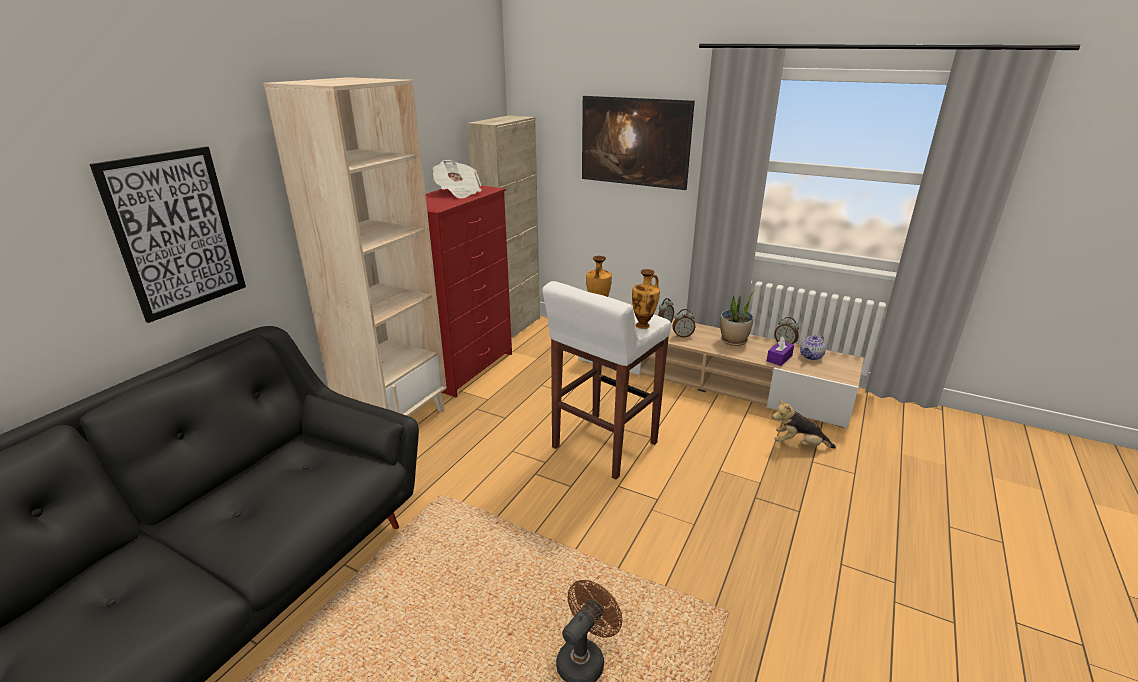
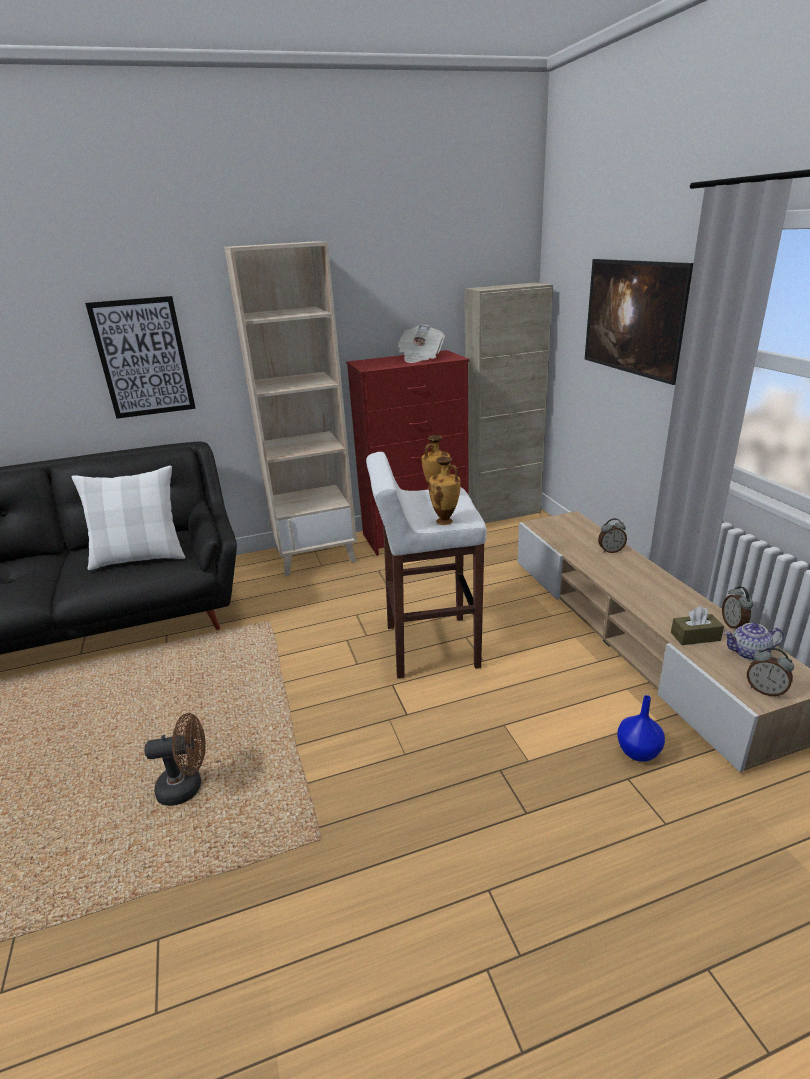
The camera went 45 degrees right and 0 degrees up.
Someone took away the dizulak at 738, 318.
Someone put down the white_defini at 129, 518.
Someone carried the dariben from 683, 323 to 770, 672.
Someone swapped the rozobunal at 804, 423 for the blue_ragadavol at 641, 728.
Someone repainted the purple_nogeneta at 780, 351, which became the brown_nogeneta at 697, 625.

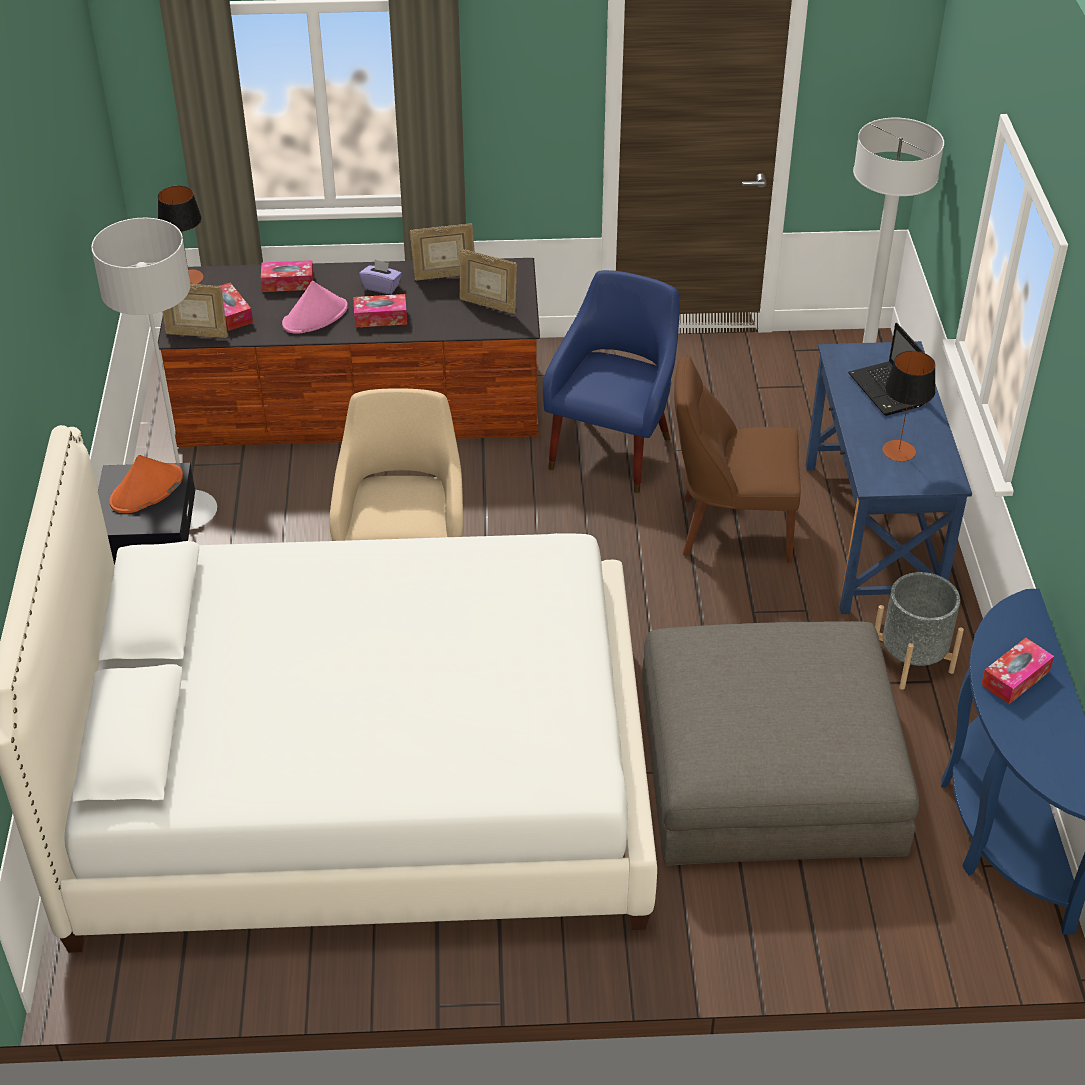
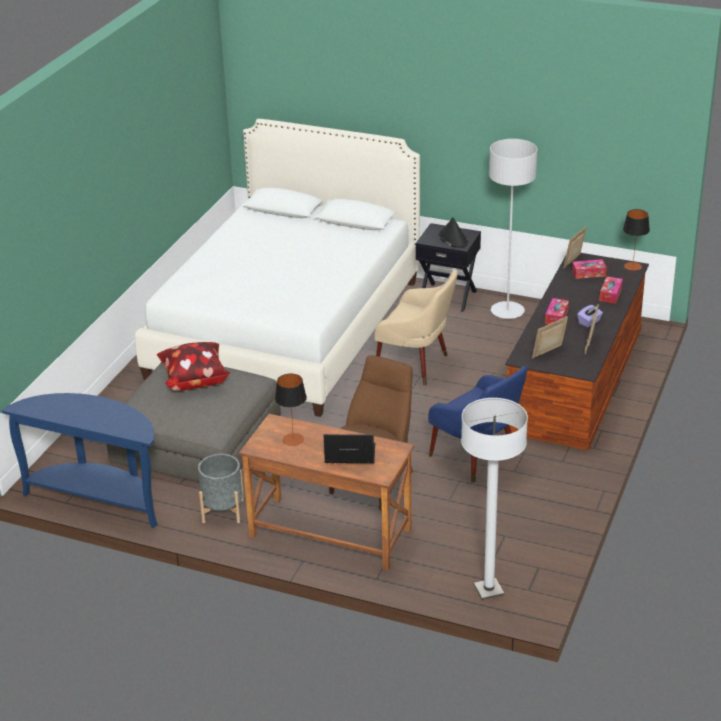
The camera went 115 degrees right and 10 degrees down.
Someone took away the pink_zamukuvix at 315, 307.
Someone took away the nogeneta at 1017, 671.
Someone put down the defini at 193, 366.
Someone repainted the orange_zamukuvix at 146, 484, which became the black_zamukuvix at 453, 233.
Someone repainted the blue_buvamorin at 889, 477, which became the brown_buvamorin at 326, 492.

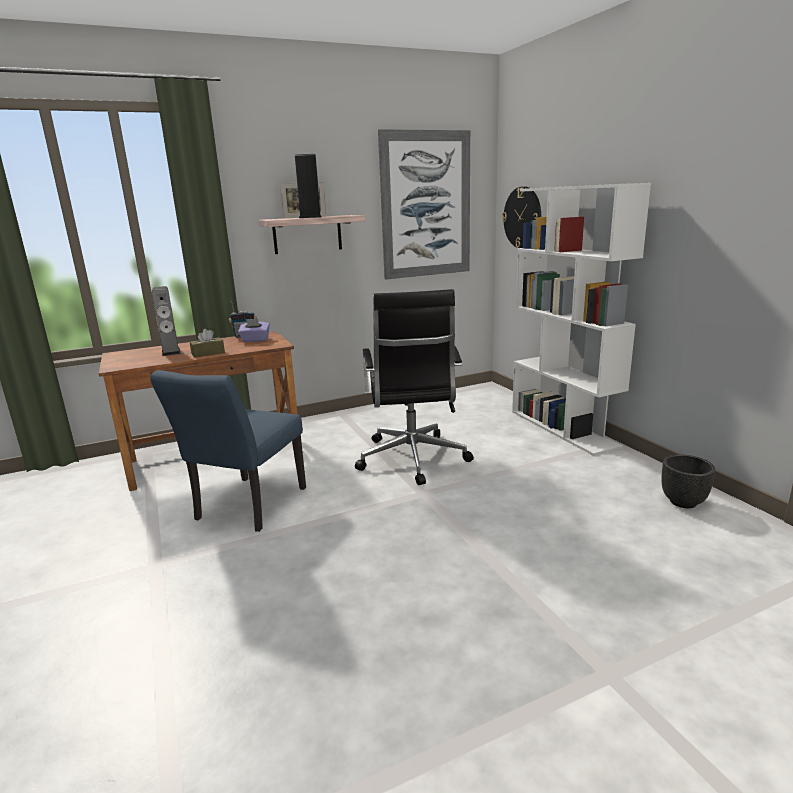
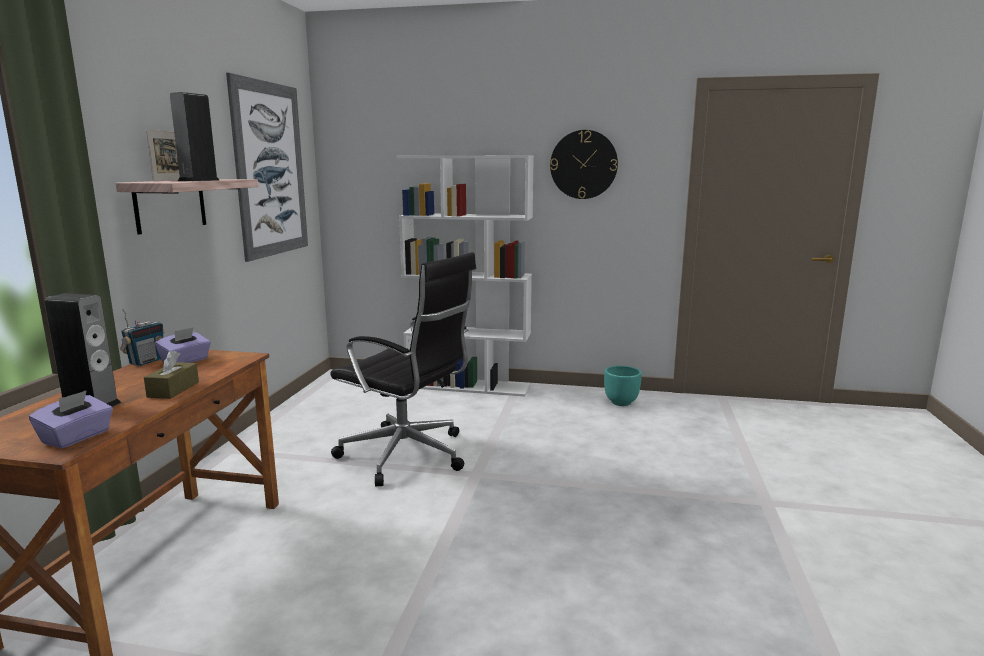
The camera went 55 degrees left and 5 degrees down.
Someone took away the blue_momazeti at 228, 451.
Someone put down the purple_nogeneta at 71, 419.
Someone carried the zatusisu from 521, 217 to 584, 164.
Someone repainted the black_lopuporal at 688, 481, which became the turquoise_lopuporal at 623, 385.

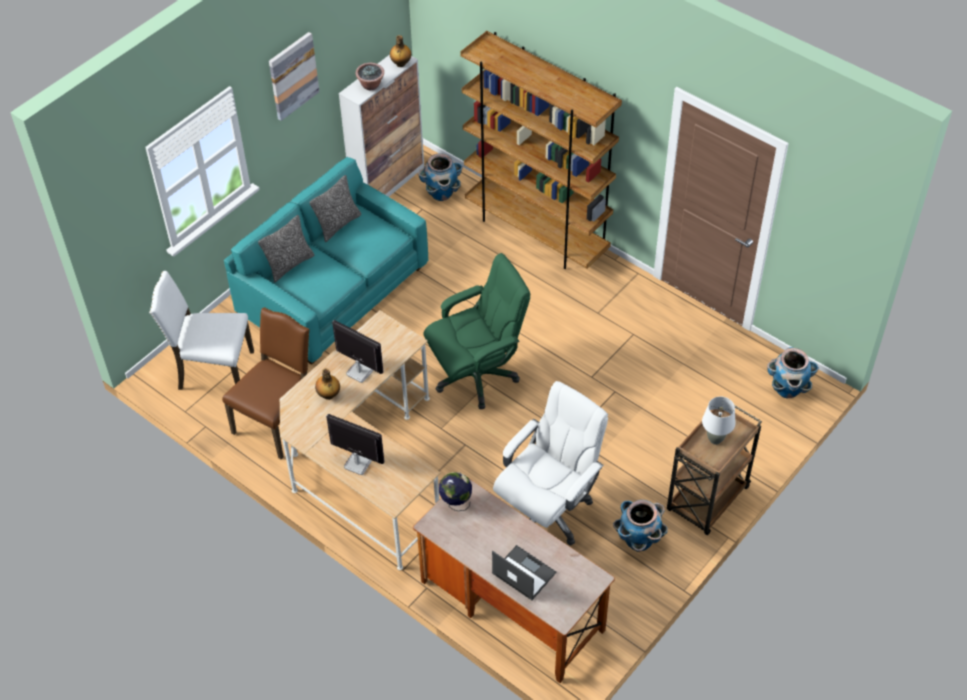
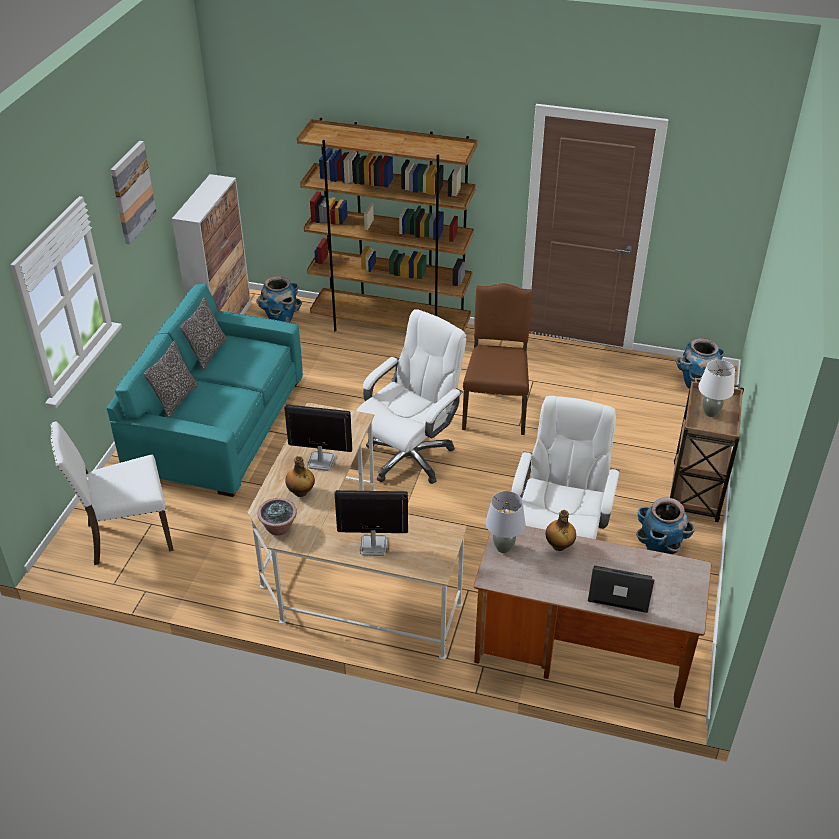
The camera went 25 degrees left and 10 degrees down.
Someone carried the brown_momazeti from 266, 383 to 497, 359.
Someone carried the dizulak from 370, 76 to 277, 517.
Someone carried the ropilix from 400, 51 to 560, 530.
Someone swapped the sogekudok at 455, 491 for the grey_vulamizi at 505, 522.
Someone repainted the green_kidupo at 477, 331, which became the white_kidupo at 411, 396.

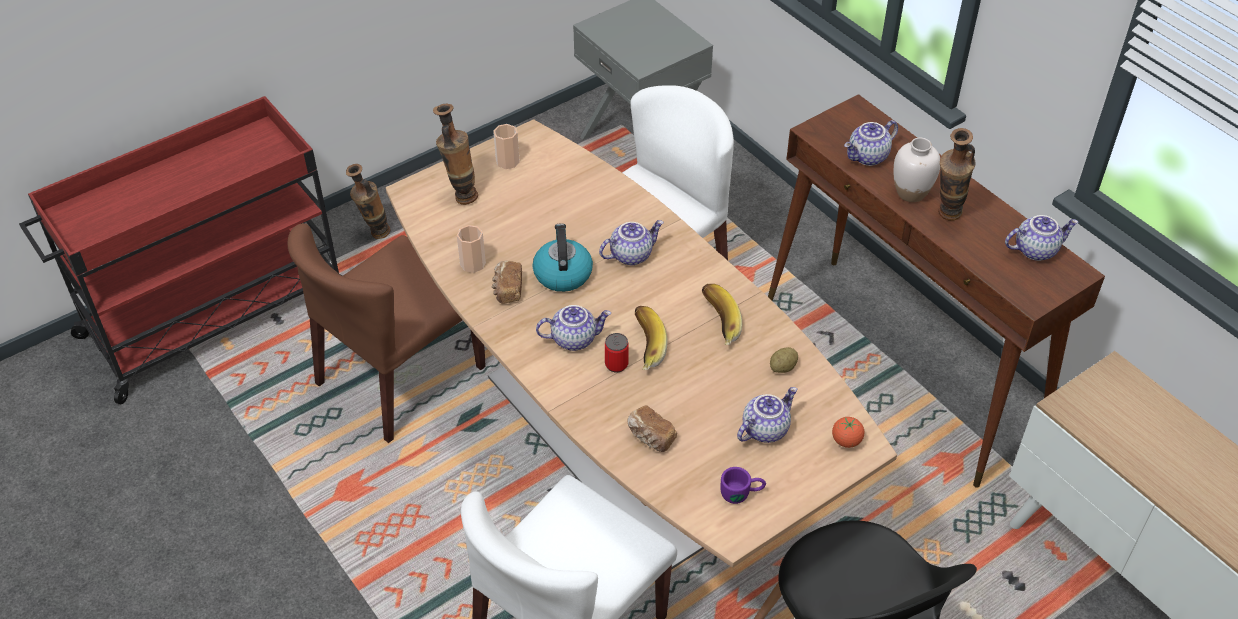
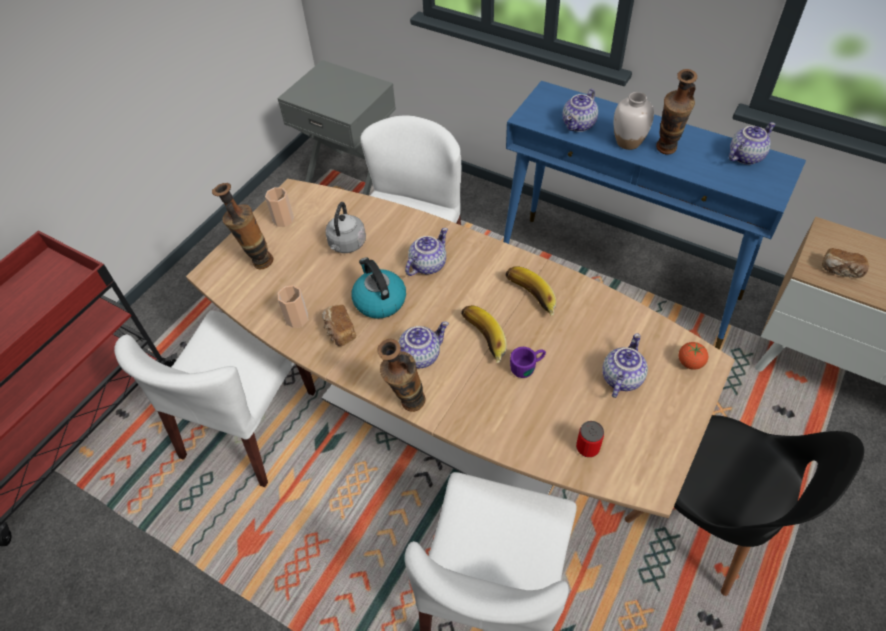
The camera went 20 degrees left and 5 degrees up.
Someone took away the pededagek at 784, 360.
Someone put down the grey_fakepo at 345, 227.
Someone carried the ragadavol from 368, 201 to 401, 375.
Someone carried the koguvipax from 617, 353 to 590, 439.
Someone carried the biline from 652, 429 to 845, 263.
Someone carried the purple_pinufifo from 743, 485 to 528, 362.
Someone repainted the brown_momazeti at 387, 333, which became the white_momazeti at 215, 398.
Someone repainted the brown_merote at 936, 291, which became the blue_merote at 654, 215.

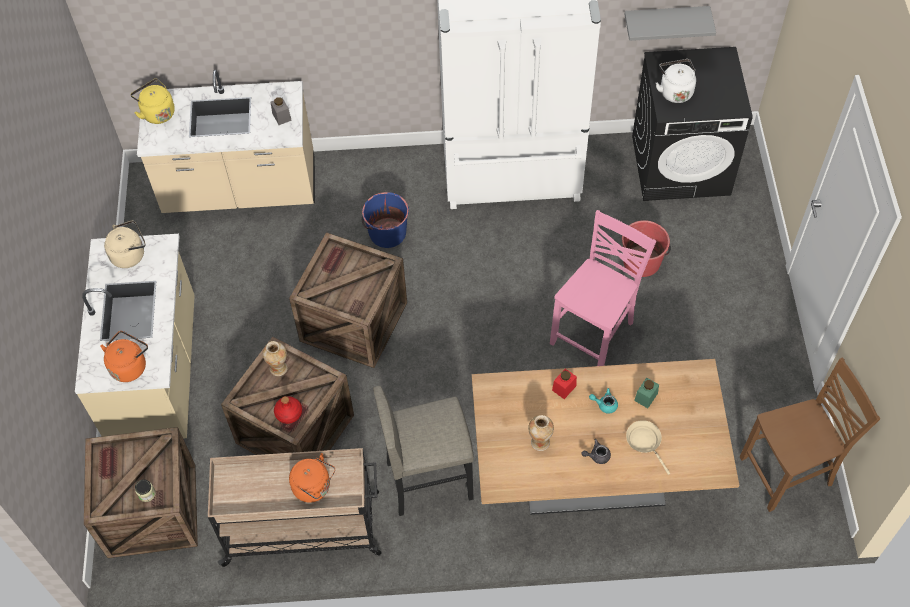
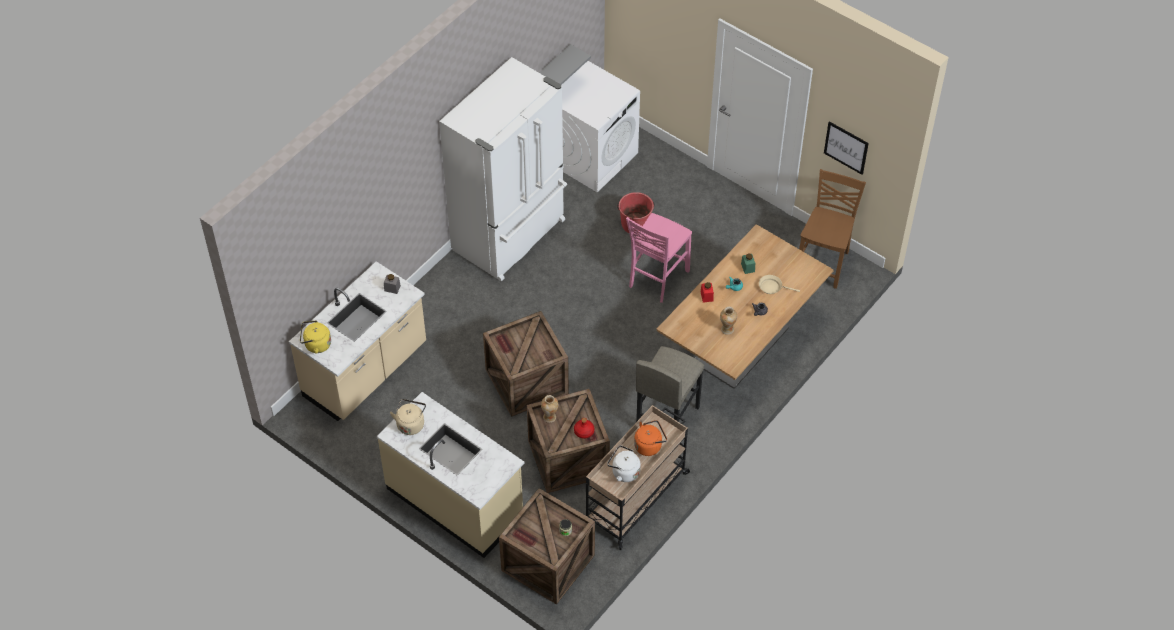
The camera went 50 degrees left and 5 degrees down.
Someone took away the orange_fakepo at 124, 356.
Someone took away the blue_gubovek at 385, 220.
Someone put up the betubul at 846, 148.
Someone carried the white_fakepo from 676, 81 to 624, 463.
Someone repainted the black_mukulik at 692, 124, which became the white_mukulik at 600, 127.
Someone rotated the pink_momazeti at 603, 288 by 135 degrees counterclockwise.

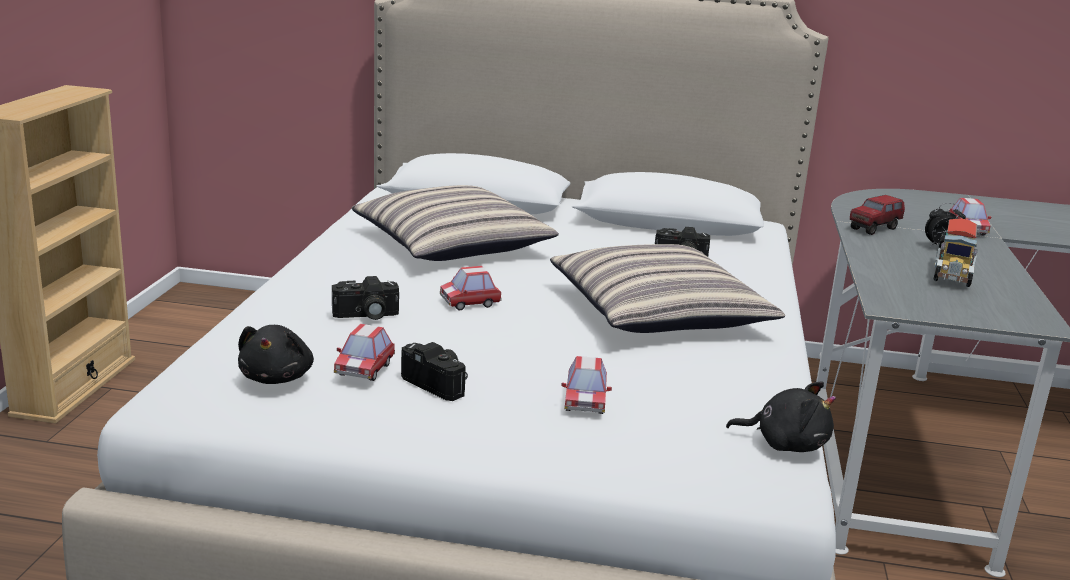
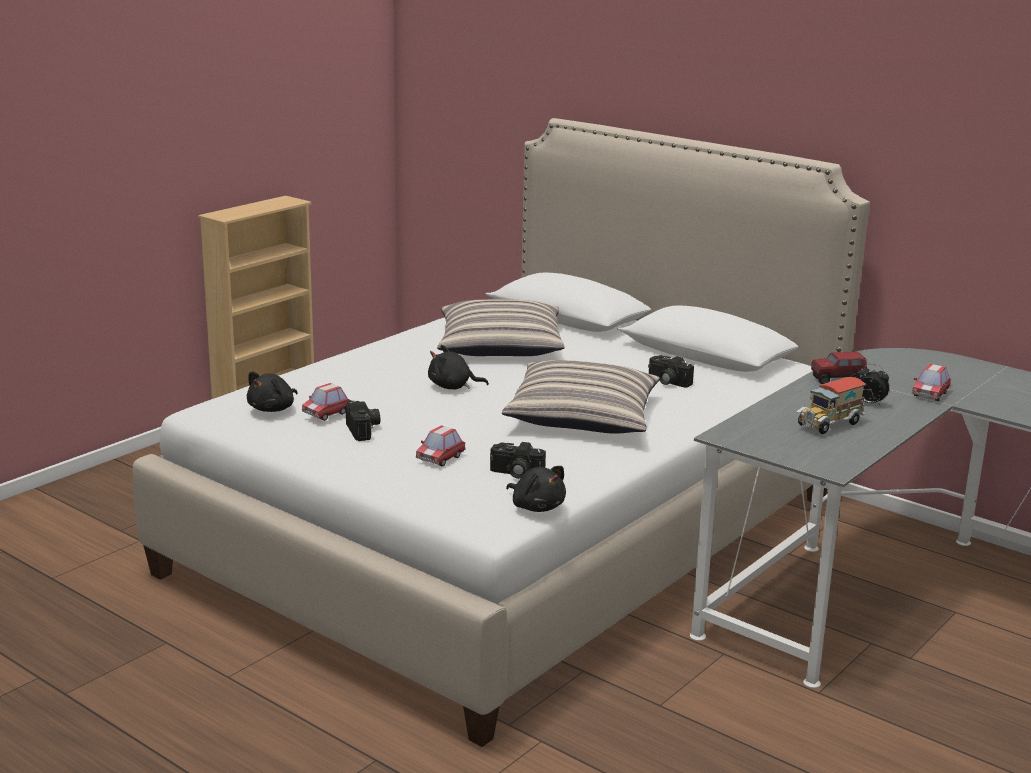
The camera went 30 degrees right and 0 degrees up.
Someone carried the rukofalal from 365, 298 to 518, 460.
Someone swapped the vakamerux at 471, 288 for the black_rozobunal at 458, 367.

